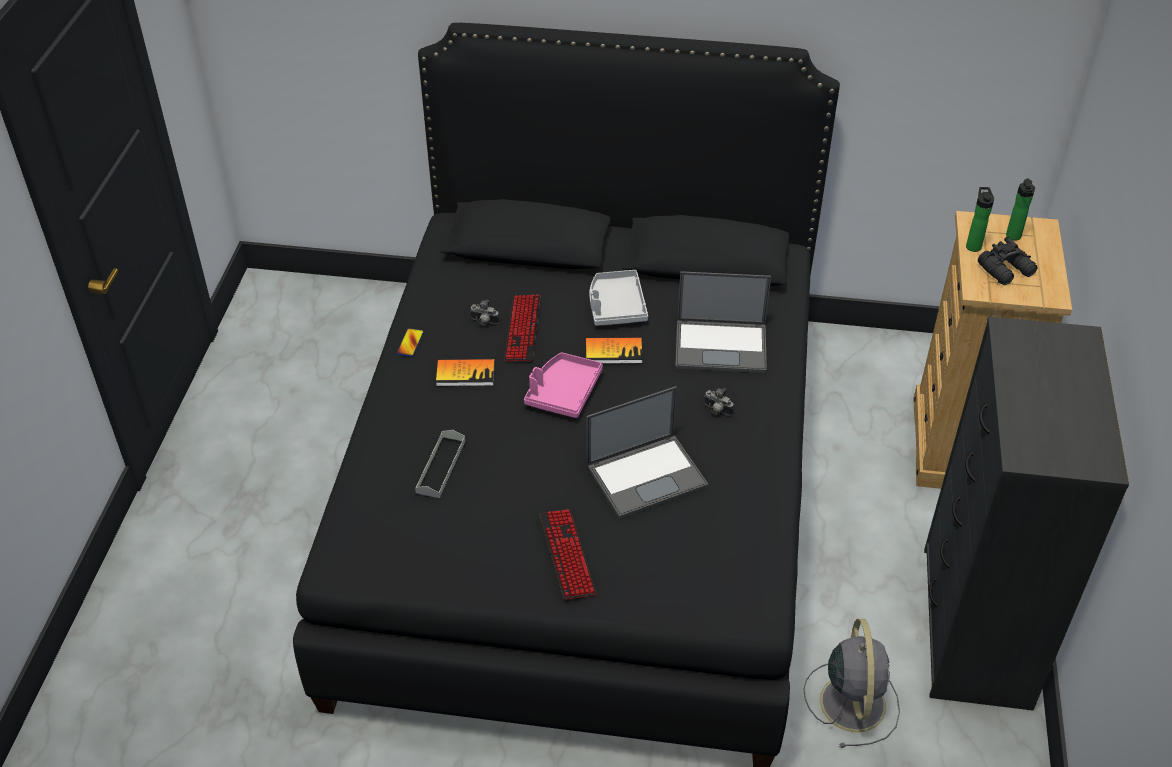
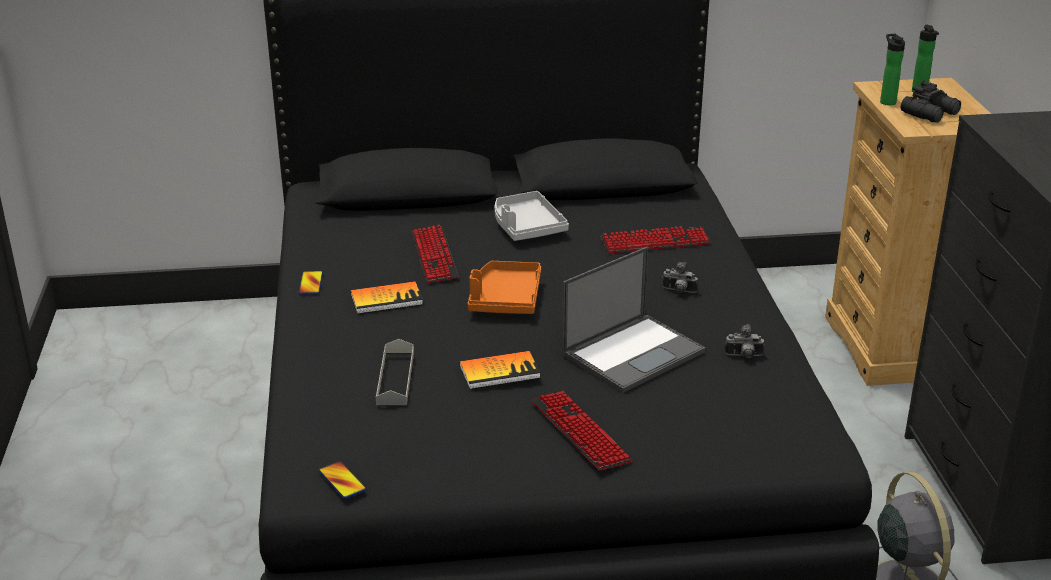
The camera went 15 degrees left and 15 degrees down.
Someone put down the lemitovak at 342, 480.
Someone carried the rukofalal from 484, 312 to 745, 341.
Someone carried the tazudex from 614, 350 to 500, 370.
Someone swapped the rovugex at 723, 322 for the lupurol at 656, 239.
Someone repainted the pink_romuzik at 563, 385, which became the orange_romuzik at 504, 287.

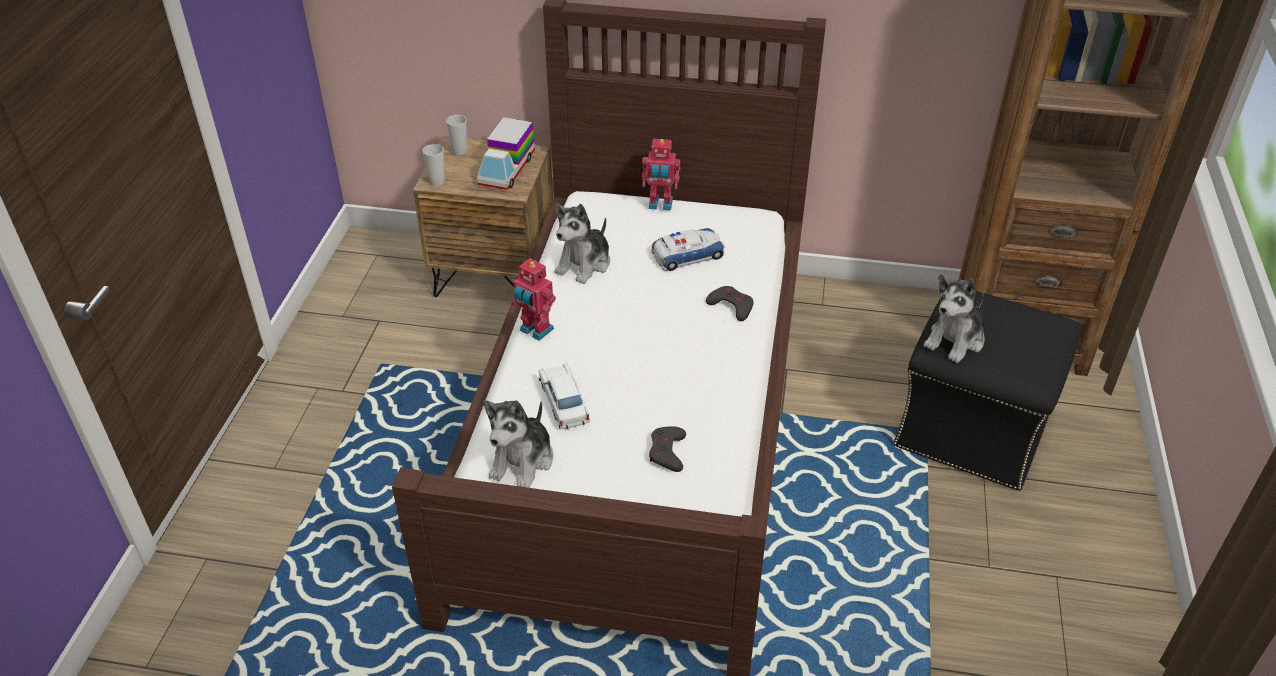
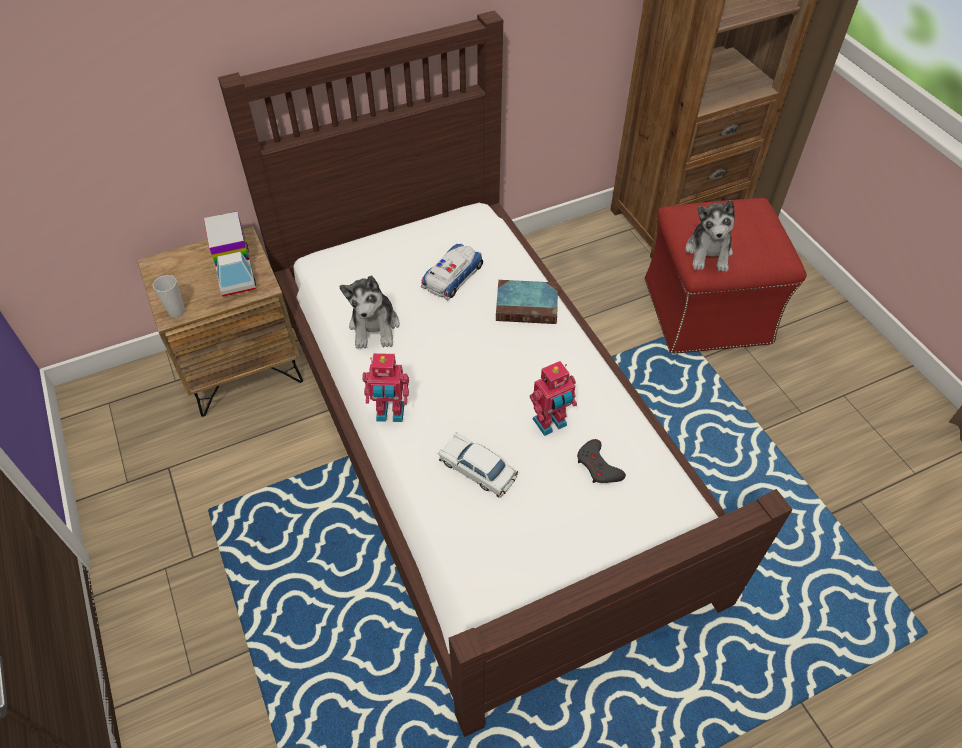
The camera went 35 degrees left and 10 degrees up.
Someone took away the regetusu at 456, 135.
Someone took away the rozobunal at 518, 444.
Someone carried the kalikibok from 661, 175 to 553, 398.
Someone swapped the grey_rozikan at 730, 303 for the tazudex at 527, 302.
Someone repainted the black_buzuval at 987, 391, which became the red_buzuval at 726, 276.

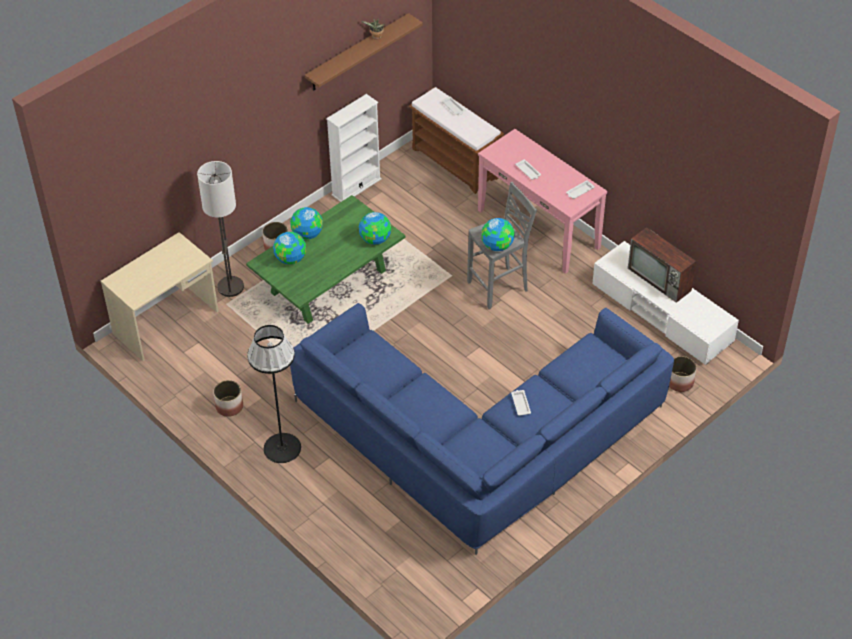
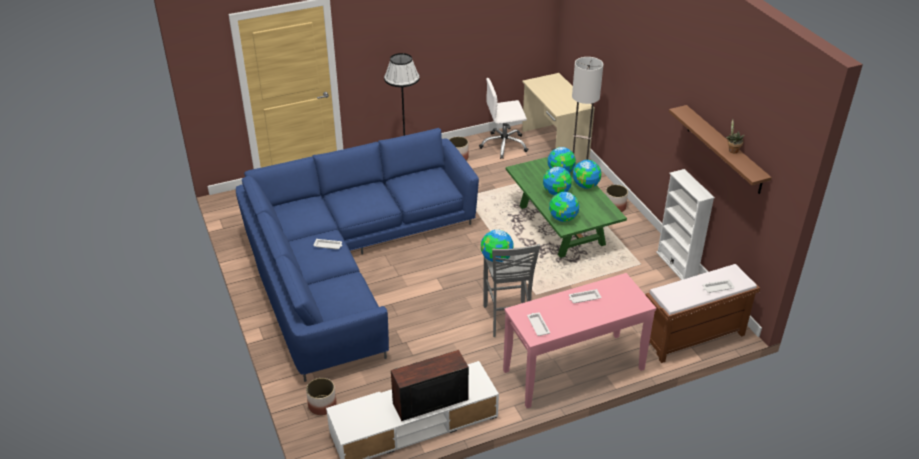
The camera went 110 degrees right and 10 degrees down.
Someone put down the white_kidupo at 503, 118.
Someone put down the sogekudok at 557, 181.

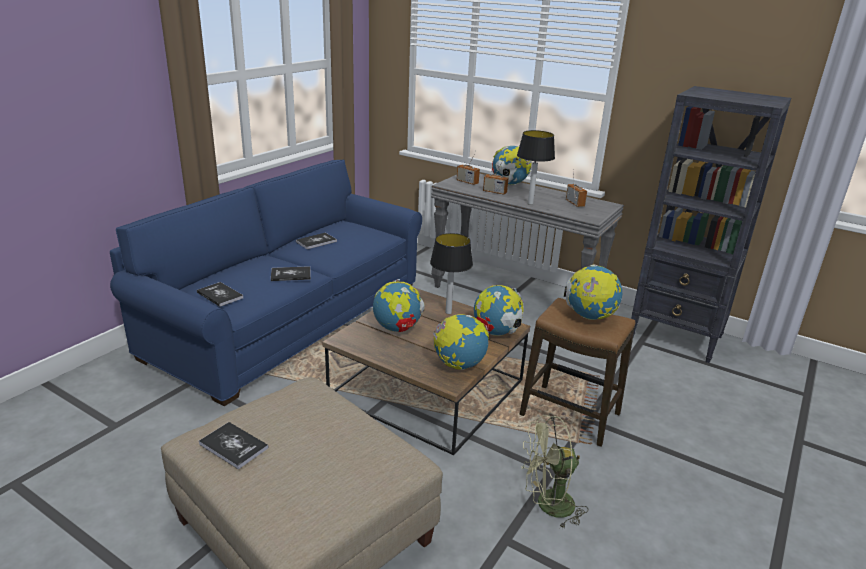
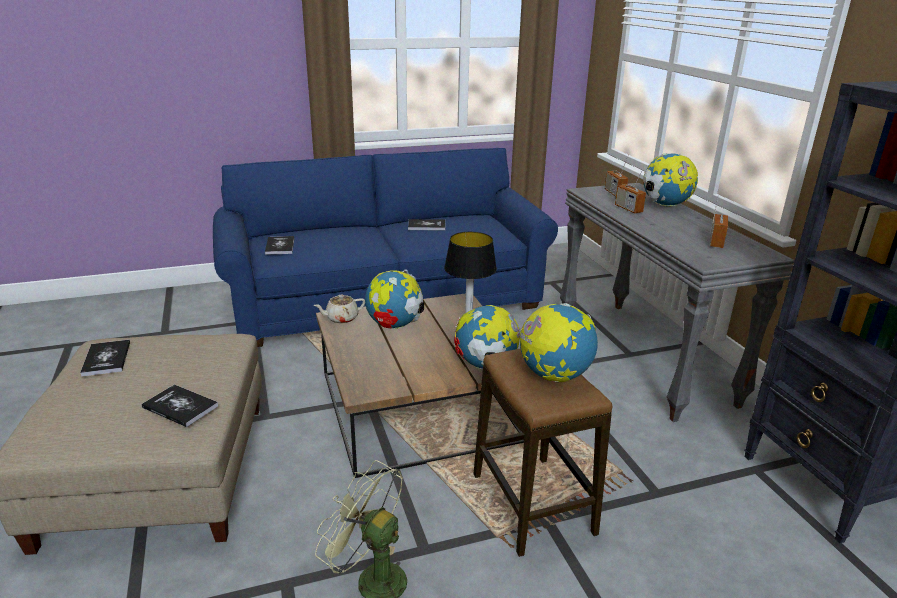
The camera went 40 degrees right and 0 degrees up.
Someone took away the sogekudok at 461, 342.
Someone took away the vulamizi at 536, 167.
Someone put down the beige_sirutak at 339, 309.
Someone carried the tazudex from 291, 273 to 180, 405.

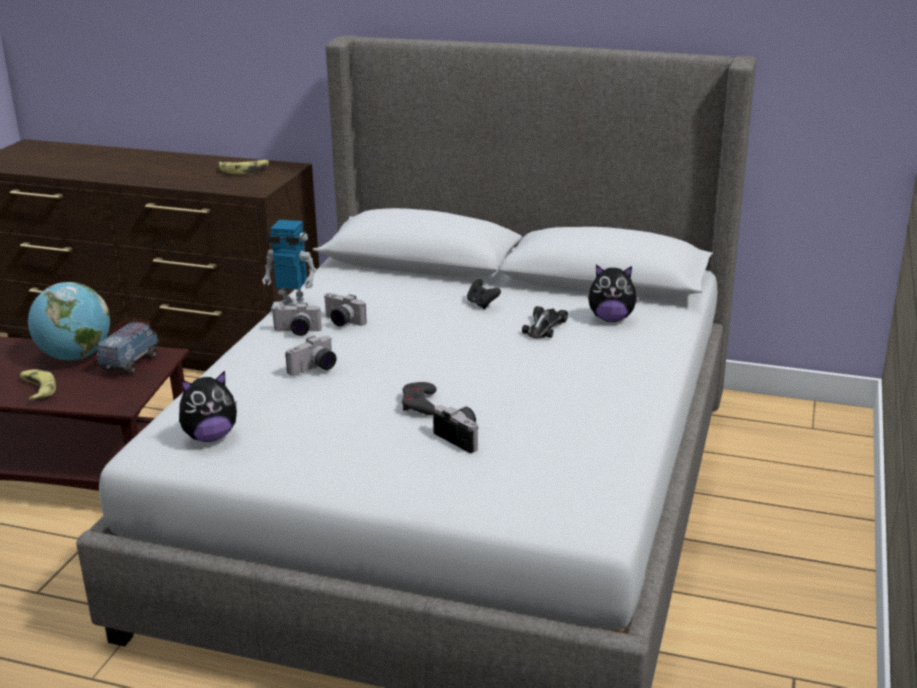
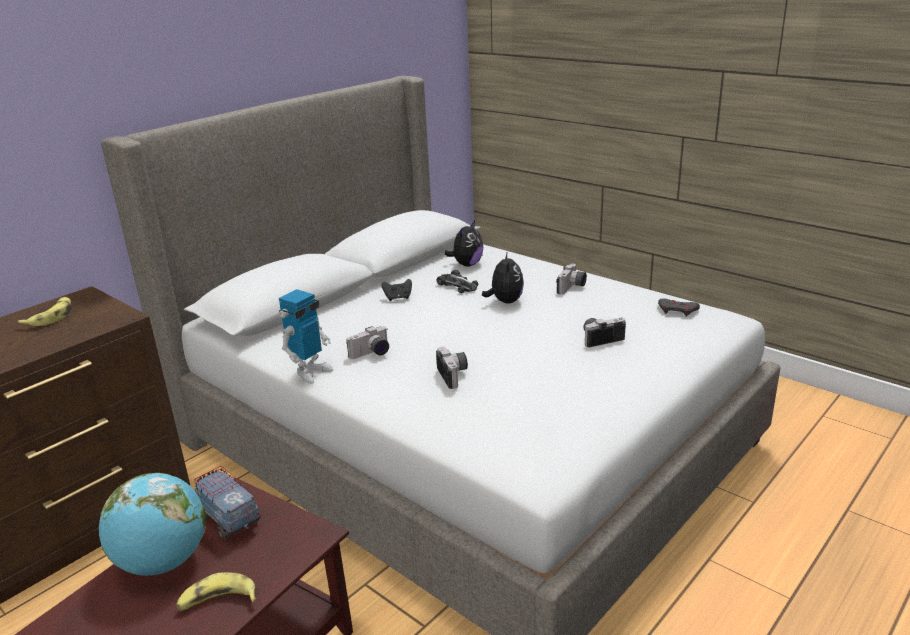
The camera went 65 degrees left and 0 degrees up.
Someone carried the rozobunal from 208, 406 to 503, 277.
Someone carried the rukofalal from 297, 319 to 571, 279.
Someone carried the grey_rozikan from 419, 398 to 679, 307.

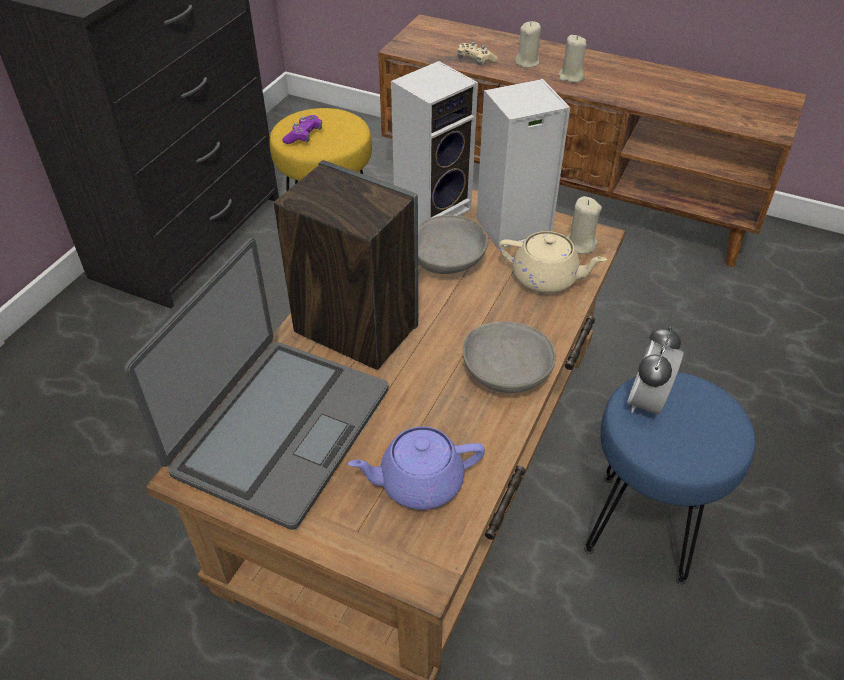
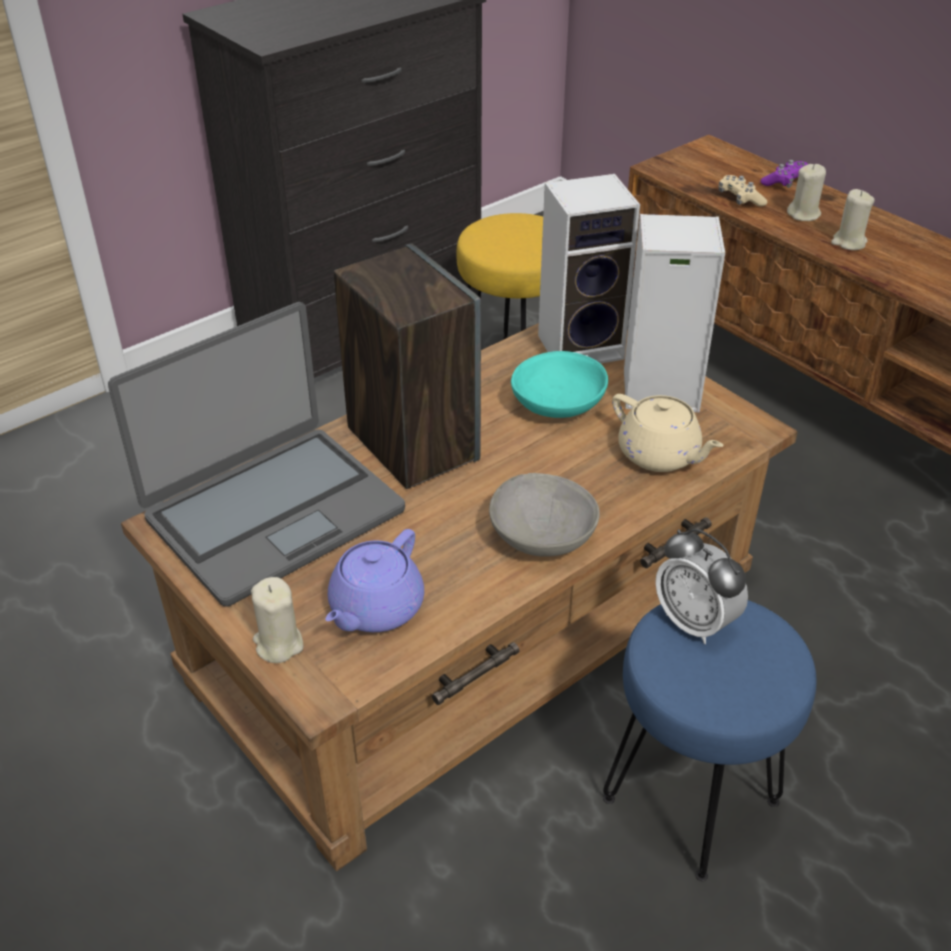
The camera went 25 degrees right and 5 degrees down.
Someone carried the purple_rozikan from 302, 129 to 784, 174.
Someone carried the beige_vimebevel from 584, 225 to 277, 620.
Someone repainted the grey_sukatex at 453, 244, which became the turquoise_sukatex at 559, 384.
Someone rotated the purple_sirutak at 416, 468 by 75 degrees counterclockwise.
Someone rotated the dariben at 655, 370 by 90 degrees counterclockwise.

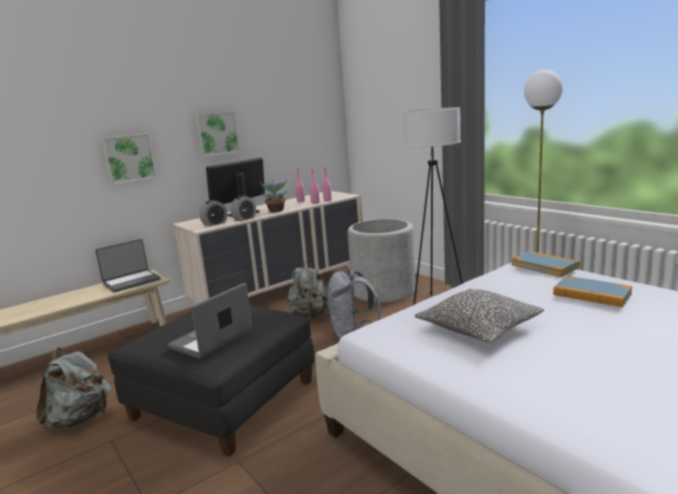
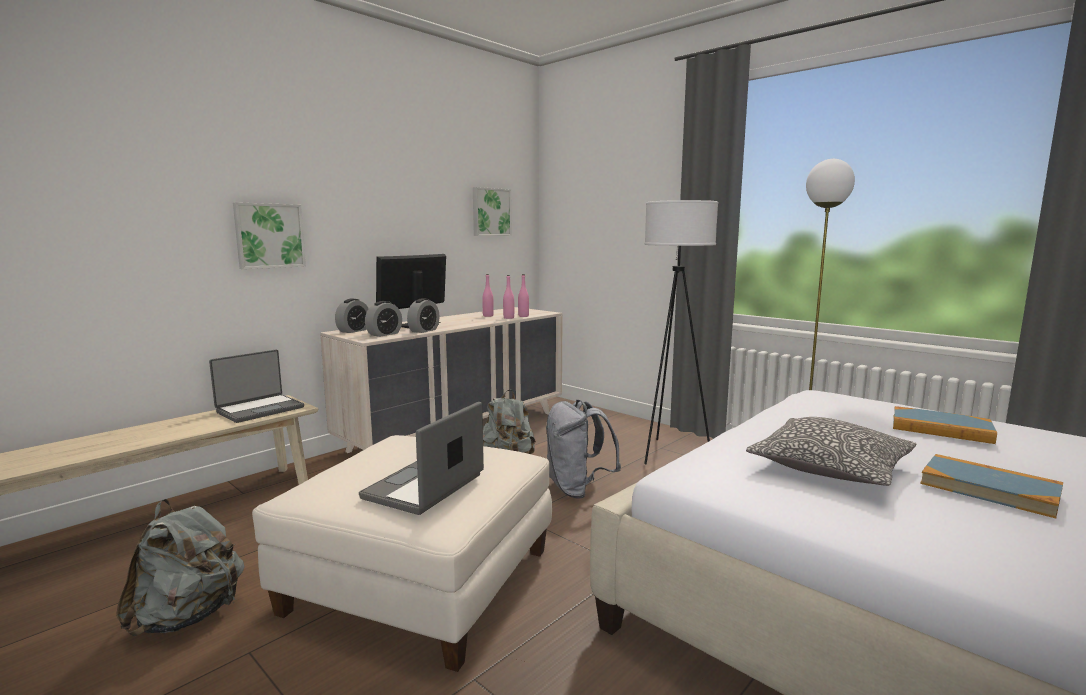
The camera went 10 degrees left and 5 degrees down.
Someone took away the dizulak at 274, 194.
Someone took away the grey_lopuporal at 381, 261.
Someone put down the dariben at 352, 316.
Someone carried the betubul from 217, 134 to 492, 211.
Someone carried the tazudex from 545, 264 to 991, 486.
Someone repainted the black_buzuval at 211, 381, which became the white_buzuval at 402, 553.

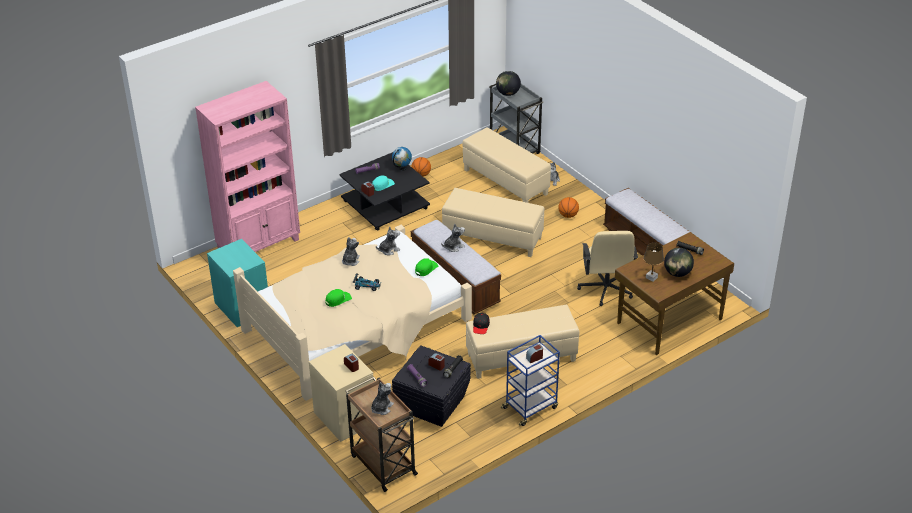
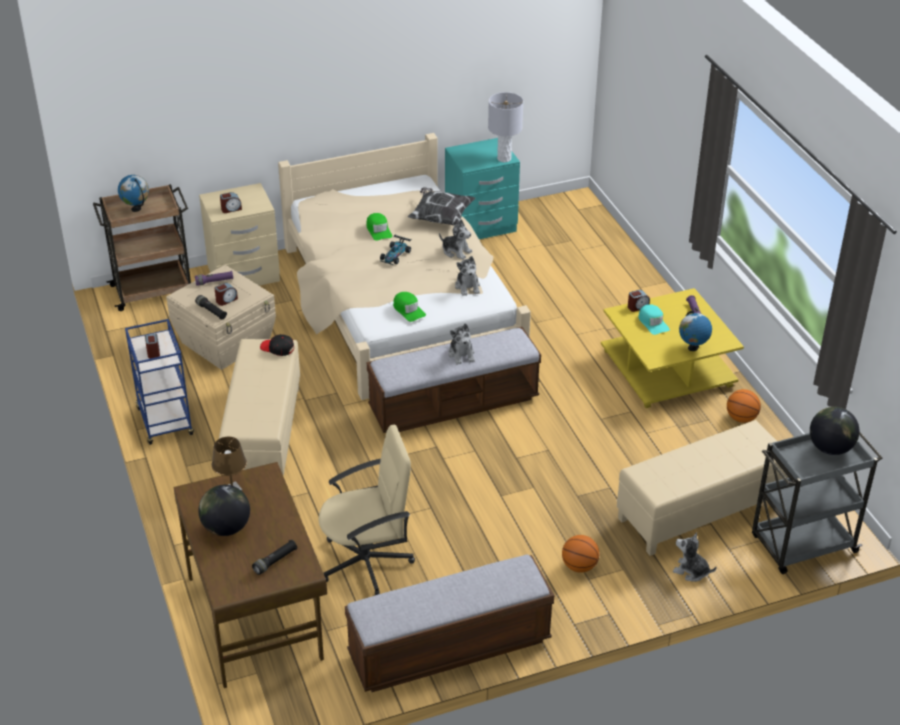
The camera went 105 degrees right and 0 degrees up.
Someone took away the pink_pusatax at 247, 166.
Someone took away the beige_buzuval at 493, 222.
Someone put down the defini at 441, 206.
Someone put down the grey_vulamizi at 505, 127.
Someone swapped the rozobunal at 382, 398 for the sogekudok at 133, 193.
Someone repainted the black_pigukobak at 384, 191, which became the yellow_pigukobak at 672, 348.
Someone repainted the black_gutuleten at 431, 386, which became the beige_gutuleten at 221, 317.
Someone rotated the beige_kidupo at 607, 268 by 150 degrees clockwise.

